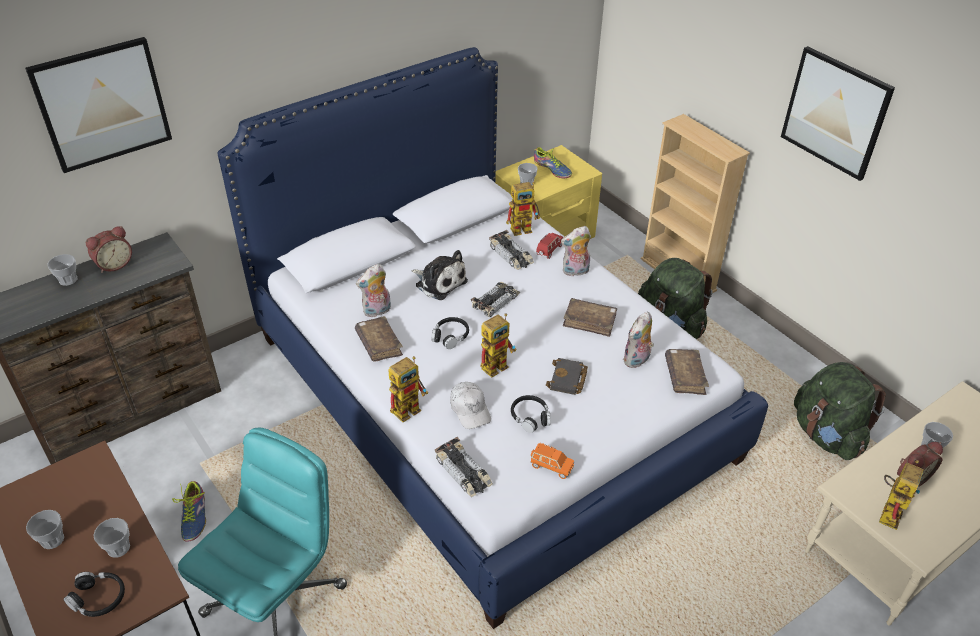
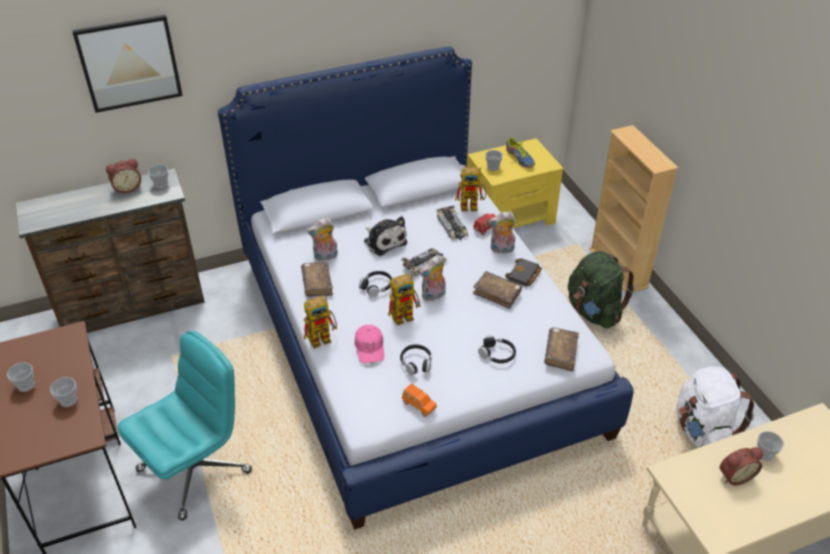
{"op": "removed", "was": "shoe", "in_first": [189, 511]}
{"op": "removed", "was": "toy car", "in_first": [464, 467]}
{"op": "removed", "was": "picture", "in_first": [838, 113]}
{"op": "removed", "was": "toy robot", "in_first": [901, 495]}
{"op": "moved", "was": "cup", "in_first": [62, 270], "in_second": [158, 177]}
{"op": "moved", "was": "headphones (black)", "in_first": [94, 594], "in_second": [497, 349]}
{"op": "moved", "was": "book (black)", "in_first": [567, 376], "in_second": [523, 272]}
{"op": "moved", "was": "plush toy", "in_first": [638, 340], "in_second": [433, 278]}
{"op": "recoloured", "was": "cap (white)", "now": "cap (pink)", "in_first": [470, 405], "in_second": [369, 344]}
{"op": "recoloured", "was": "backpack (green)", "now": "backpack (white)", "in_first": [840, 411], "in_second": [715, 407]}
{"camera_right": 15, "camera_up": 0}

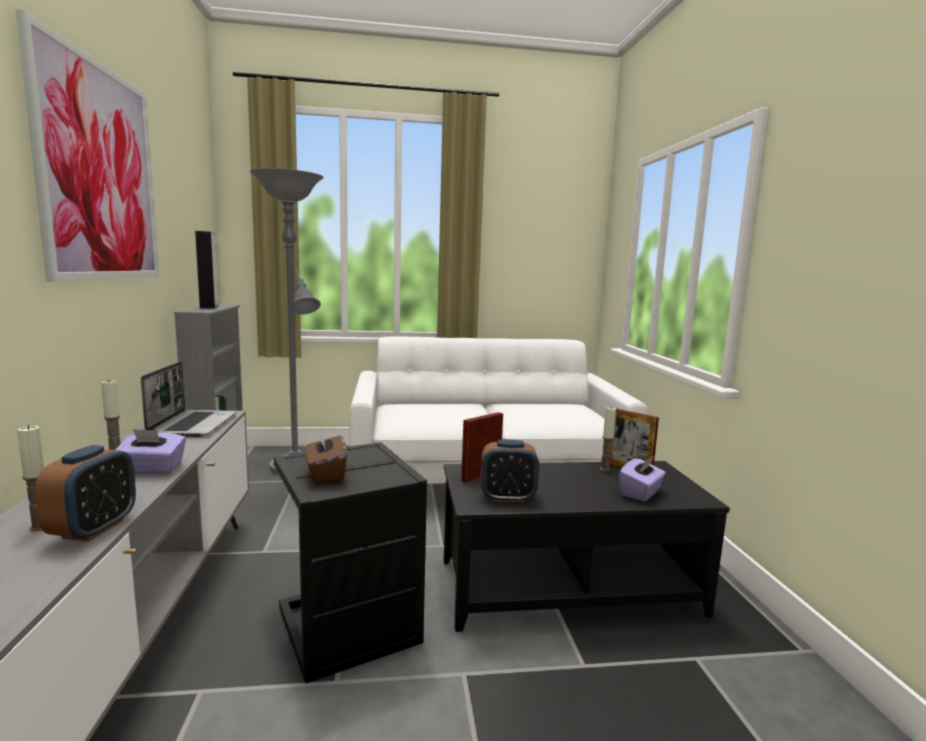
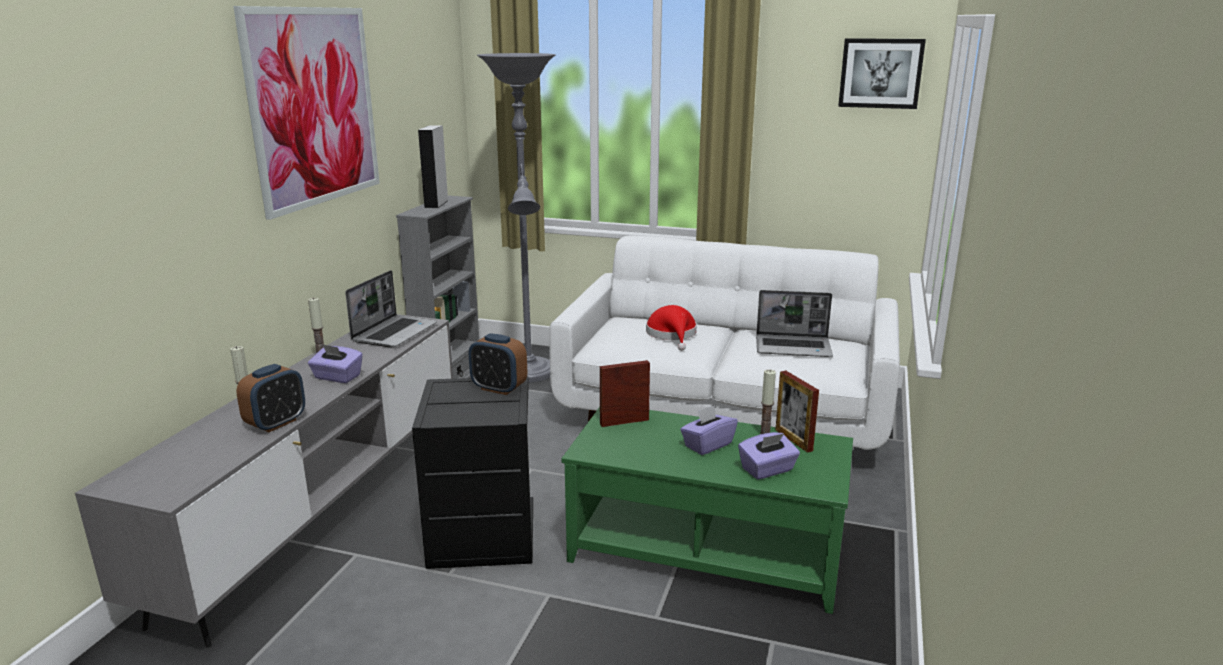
{"op": "removed", "was": "tissue box (brown)", "in_first": [326, 456]}
{"op": "added", "now": "hat (red)", "in_second": [671, 328]}
{"op": "added", "now": "tissue box (purple)", "in_second": [709, 430]}
{"op": "added", "now": "laptop", "in_second": [794, 323]}
{"op": "added", "now": "picture", "in_second": [882, 73]}
{"op": "moved", "was": "alarm clock", "in_first": [510, 471], "in_second": [498, 364]}
{"op": "recoloured", "was": "coffee table (black)", "now": "coffee table (green)", "in_first": [587, 546], "in_second": [707, 510]}
{"camera_right": 25, "camera_up": 10}

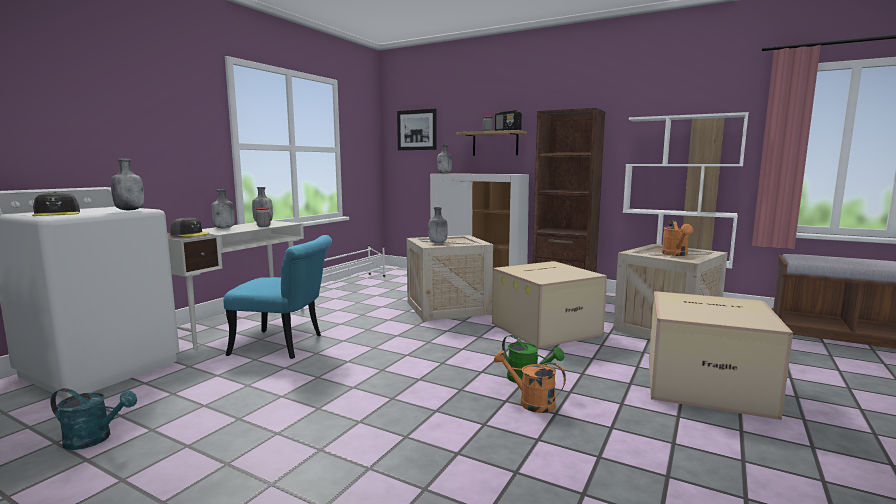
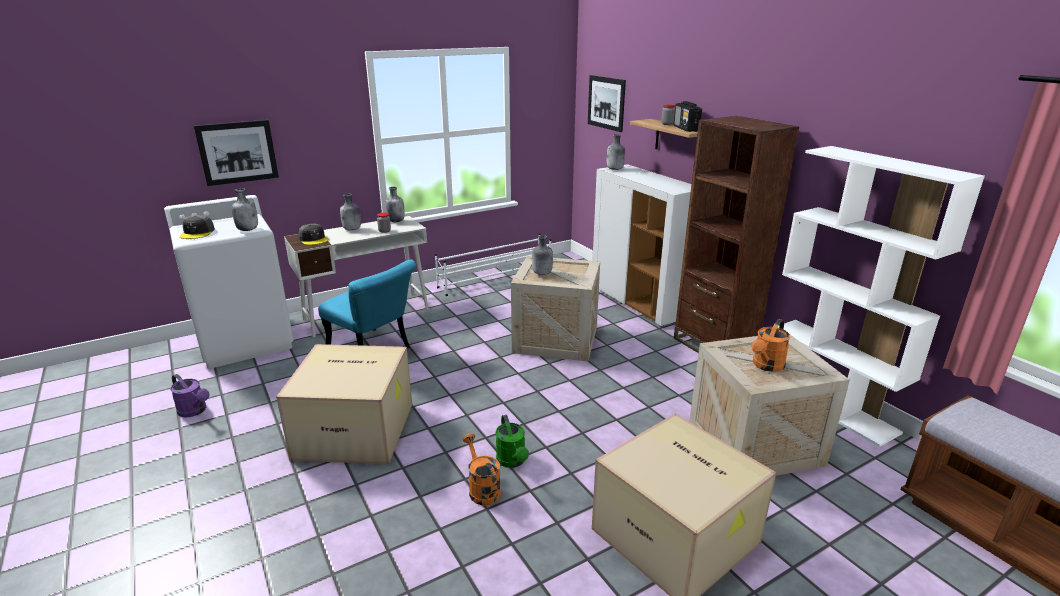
{"op": "added", "now": "picture", "in_second": [236, 153]}
{"op": "moved", "was": "cardboard box", "in_first": [549, 305], "in_second": [344, 404]}
{"op": "recoloured", "was": "watering can (turquoise)", "now": "watering can (purple)", "in_first": [94, 419], "in_second": [189, 395]}
{"camera_right": 30, "camera_up": 15}

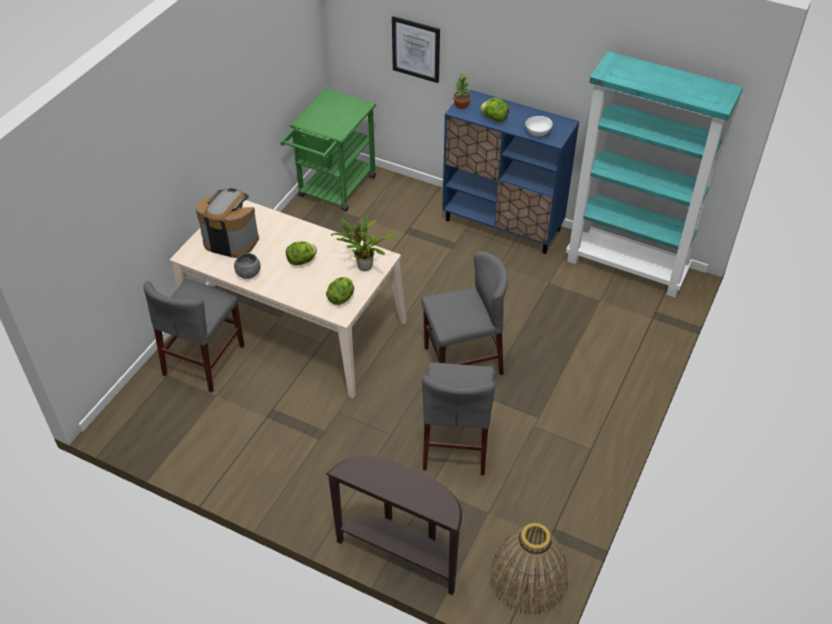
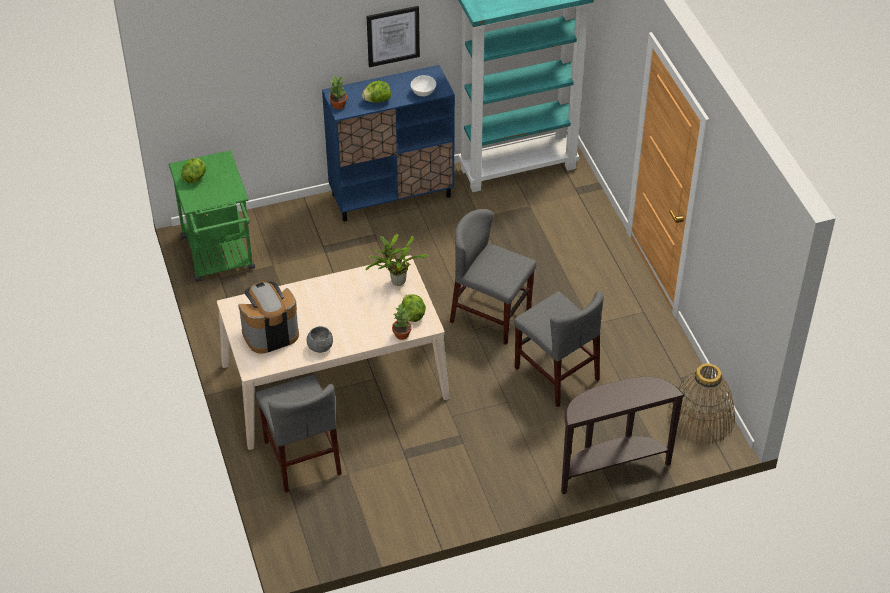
{"op": "added", "now": "potted plant", "in_second": [402, 322]}
{"op": "moved", "was": "lettuce", "in_first": [301, 253], "in_second": [193, 170]}
{"op": "moved", "was": "picture", "in_first": [416, 49], "in_second": [393, 36]}
{"op": "turned", "was": "chair (grey)", "in_first": [464, 313], "in_second": [493, 277], "clockwise": -90}
{"camera_right": -45, "camera_up": 0}

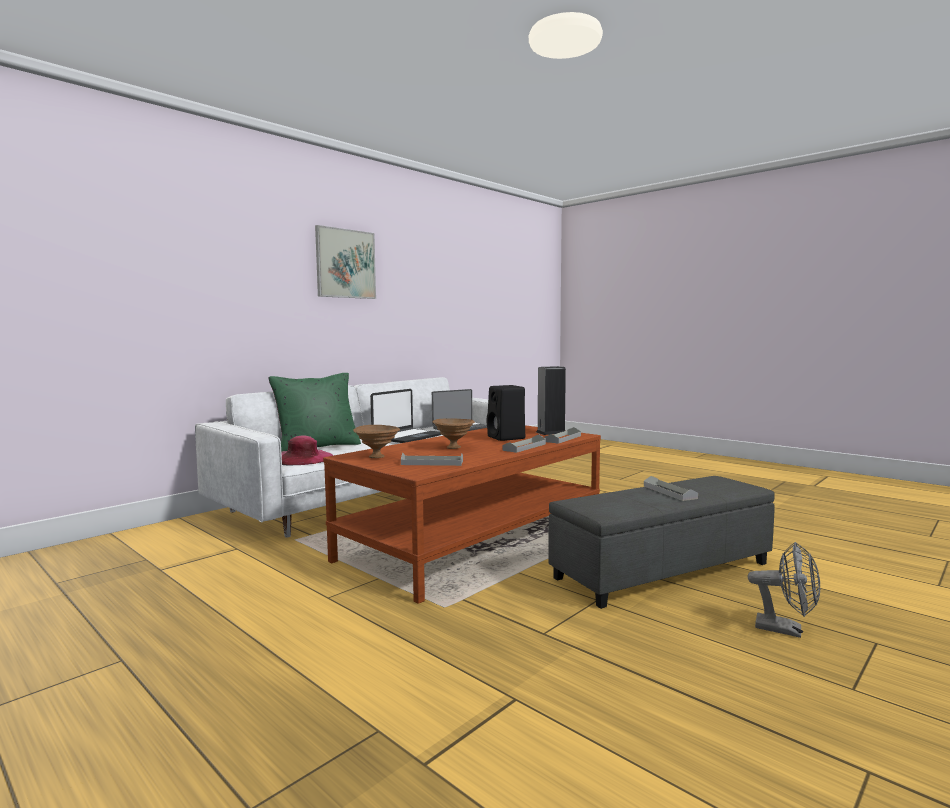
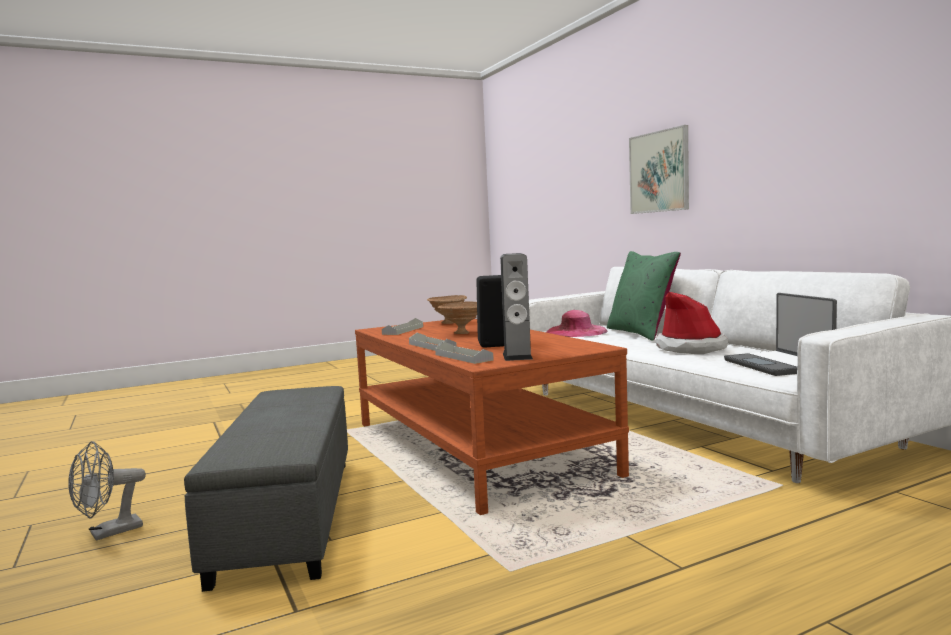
{"op": "removed", "was": "tray (grey)", "in_first": [671, 488]}
{"op": "moved", "was": "picture", "in_first": [345, 262], "in_second": [659, 169]}
{"op": "replaced", "was": "laptop", "now": "hat", "in_first": [405, 416], "in_second": [692, 323]}
{"camera_right": 110, "camera_up": 0}

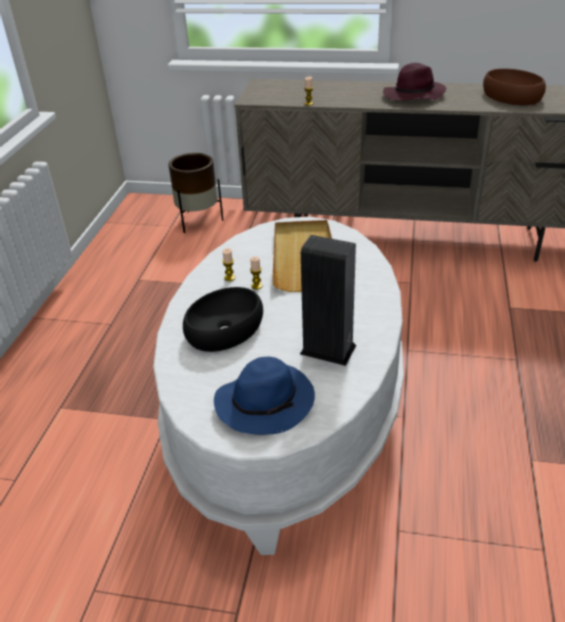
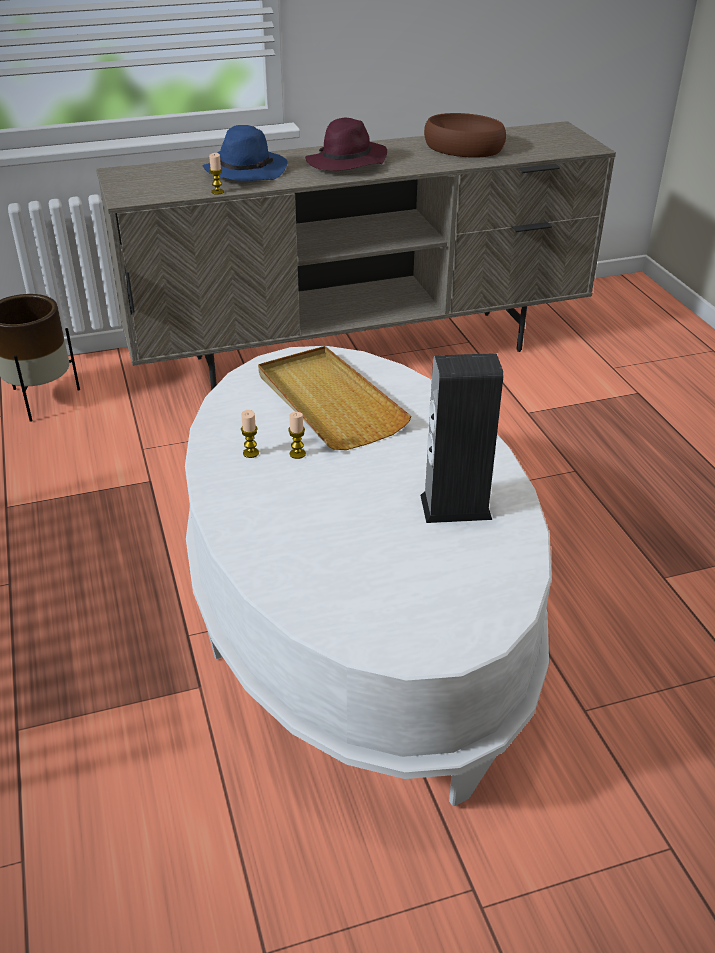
{"op": "removed", "was": "bowl (black)", "in_first": [223, 319]}
{"op": "moved", "was": "hat (blue)", "in_first": [264, 396], "in_second": [245, 153]}
{"camera_right": -30, "camera_up": 0}

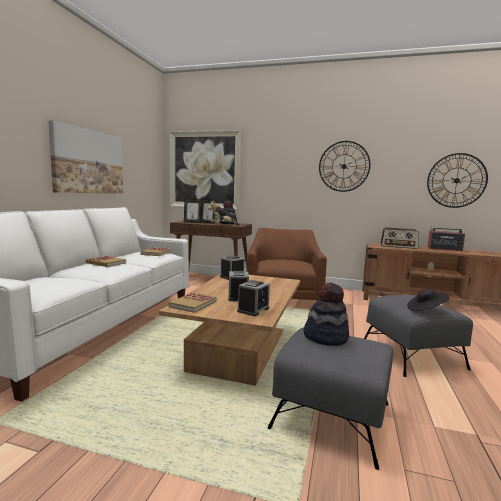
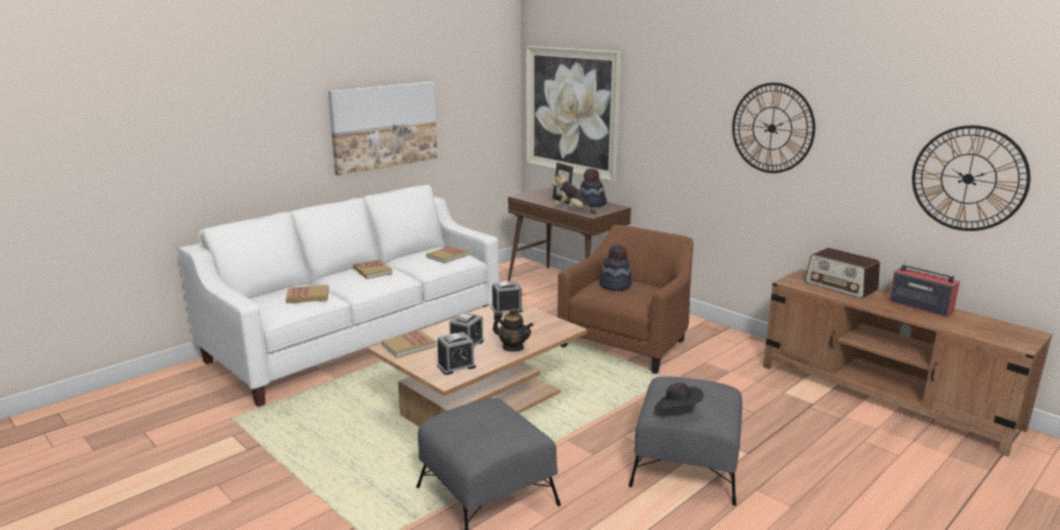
{"op": "removed", "was": "picture frame", "in_first": [193, 211]}
{"op": "added", "now": "book", "in_second": [307, 294]}
{"op": "added", "now": "teapot", "in_second": [513, 330]}
{"op": "moved", "was": "hat", "in_first": [326, 314], "in_second": [615, 267]}
{"camera_right": 30, "camera_up": 10}

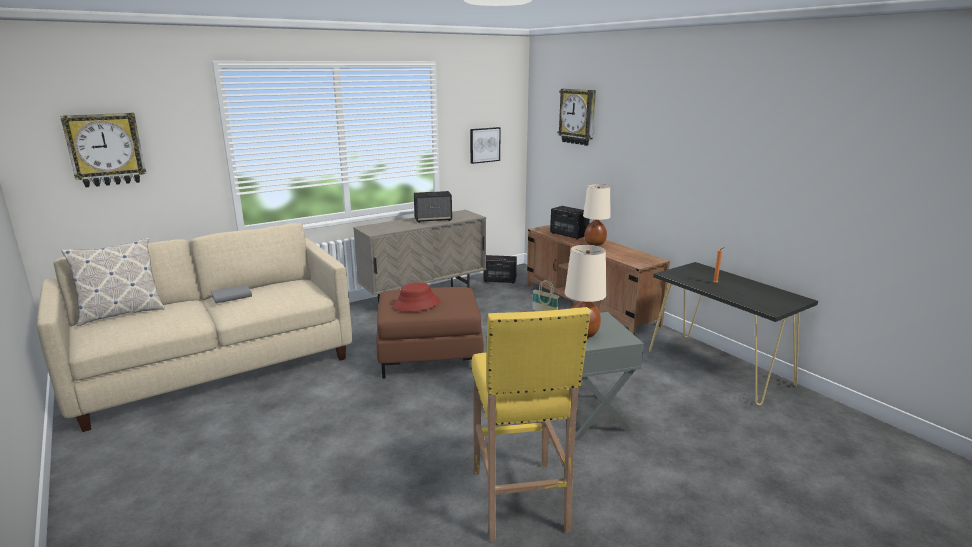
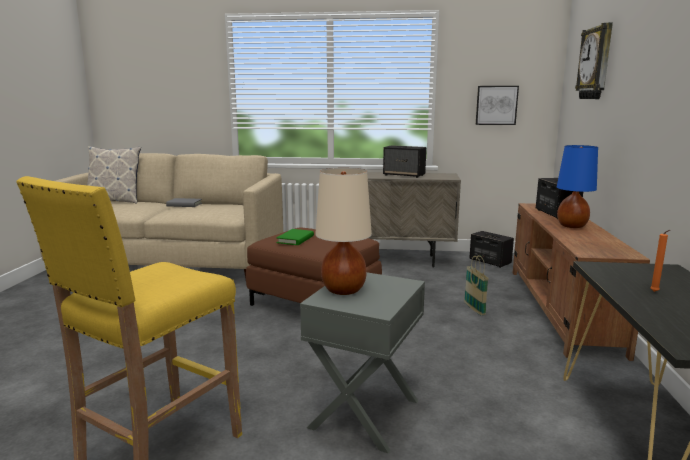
{"op": "removed", "was": "wall clock", "in_first": [103, 150]}
{"op": "replaced", "was": "hat (red)", "now": "book (green)", "in_first": [417, 297], "in_second": [295, 237]}
{"op": "recoloured", "was": "table lamp (beige)", "now": "table lamp (blue)", "in_first": [597, 215], "in_second": [577, 186]}
{"camera_right": 40, "camera_up": -5}

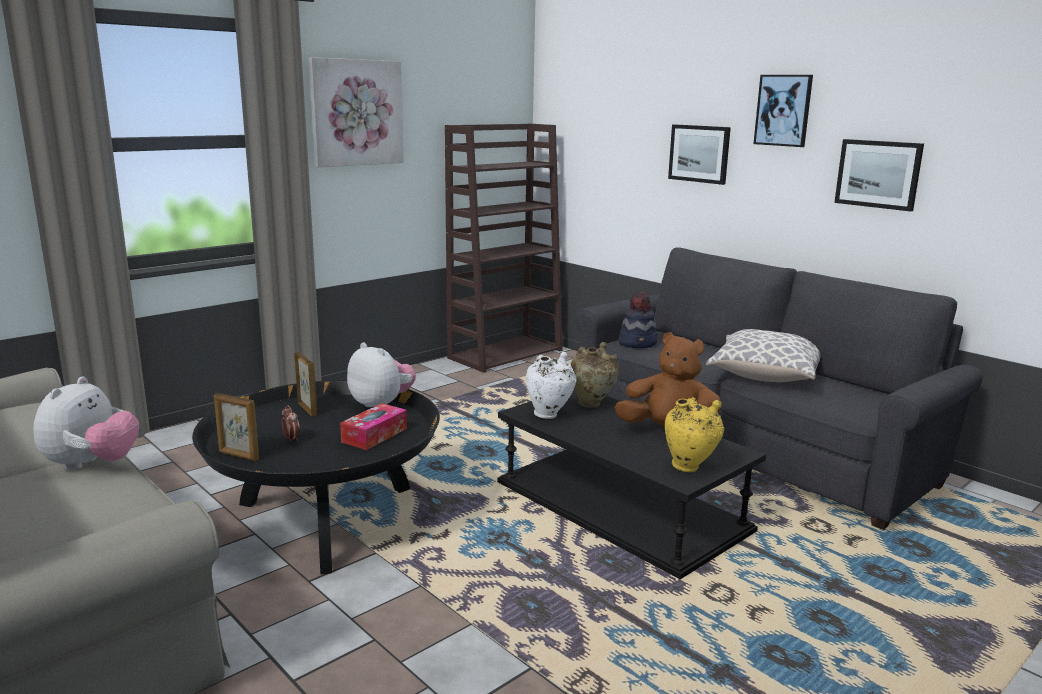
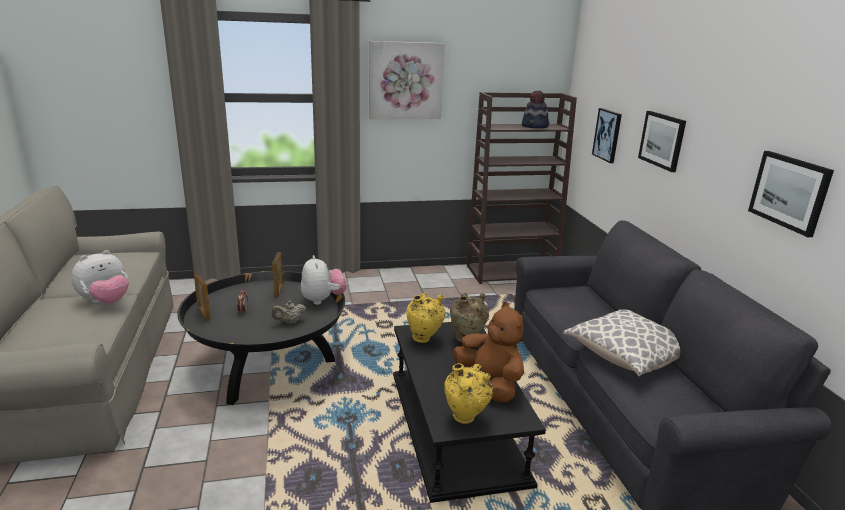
{"op": "moved", "was": "hat", "in_first": [638, 320], "in_second": [535, 109]}
{"op": "moved", "was": "picture", "in_first": [783, 111], "in_second": [607, 135]}
{"op": "replaced", "was": "tissue box", "now": "teapot (beige)", "in_first": [373, 426], "in_second": [289, 312]}
{"op": "recoloured", "was": "vase (white)", "now": "vase (yellow)", "in_first": [551, 385], "in_second": [426, 317]}
{"camera_right": 30, "camera_up": 5}

